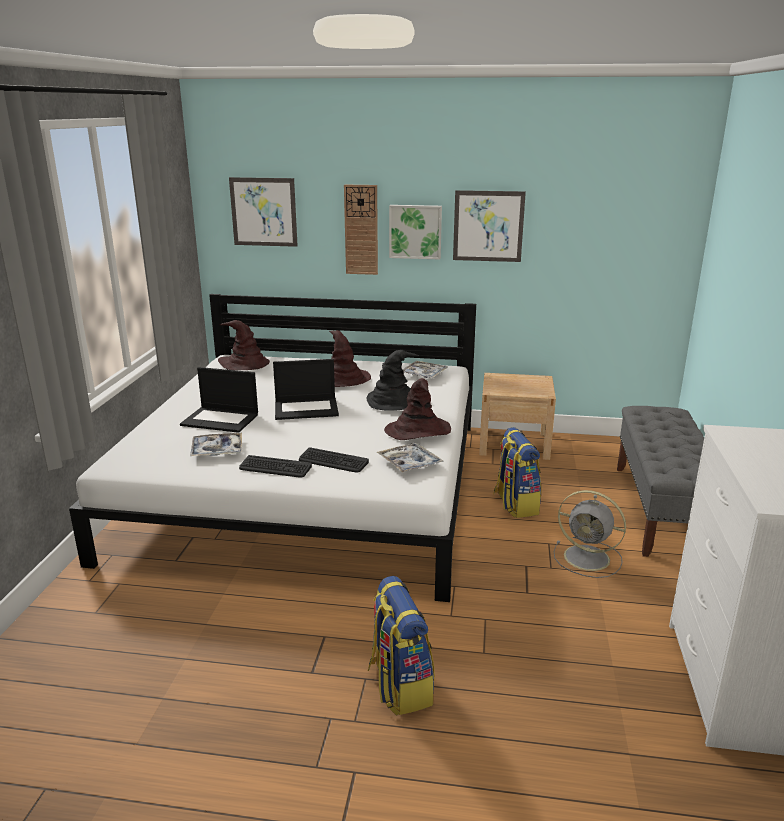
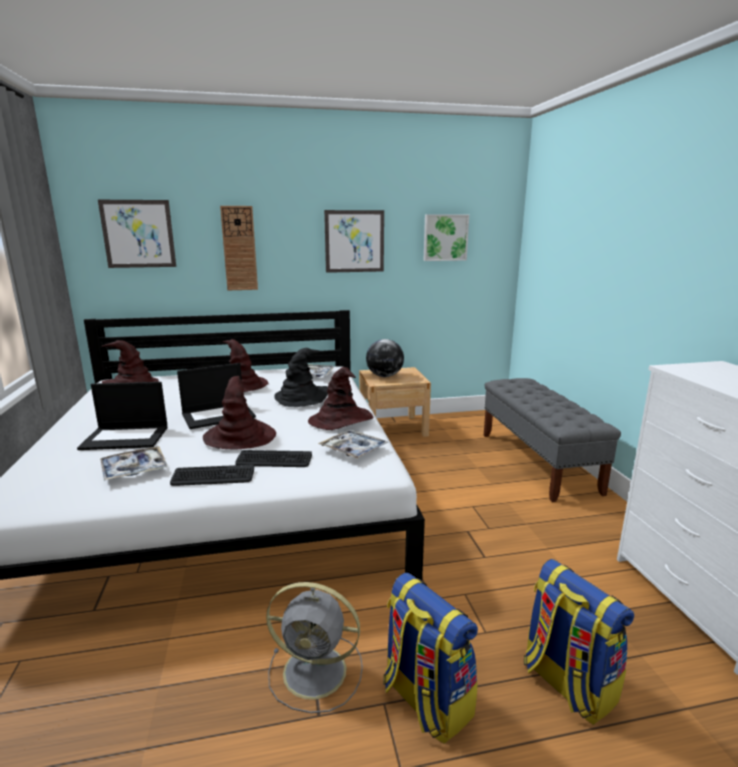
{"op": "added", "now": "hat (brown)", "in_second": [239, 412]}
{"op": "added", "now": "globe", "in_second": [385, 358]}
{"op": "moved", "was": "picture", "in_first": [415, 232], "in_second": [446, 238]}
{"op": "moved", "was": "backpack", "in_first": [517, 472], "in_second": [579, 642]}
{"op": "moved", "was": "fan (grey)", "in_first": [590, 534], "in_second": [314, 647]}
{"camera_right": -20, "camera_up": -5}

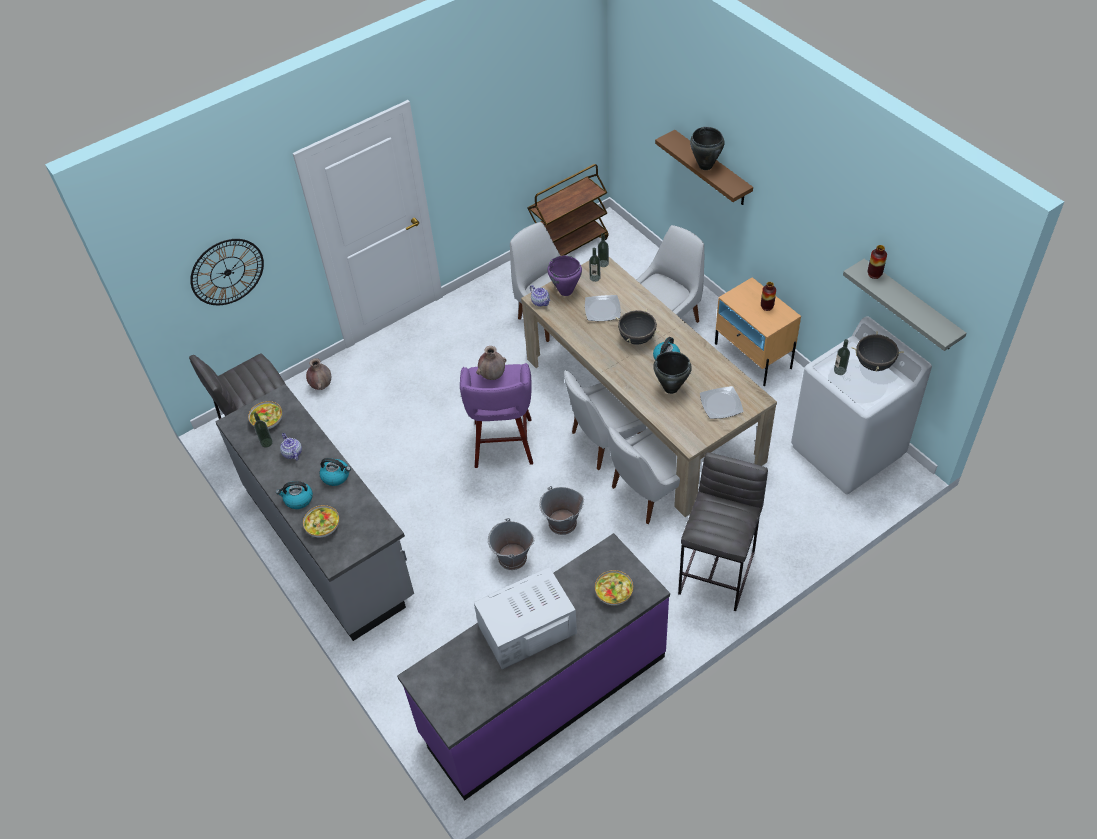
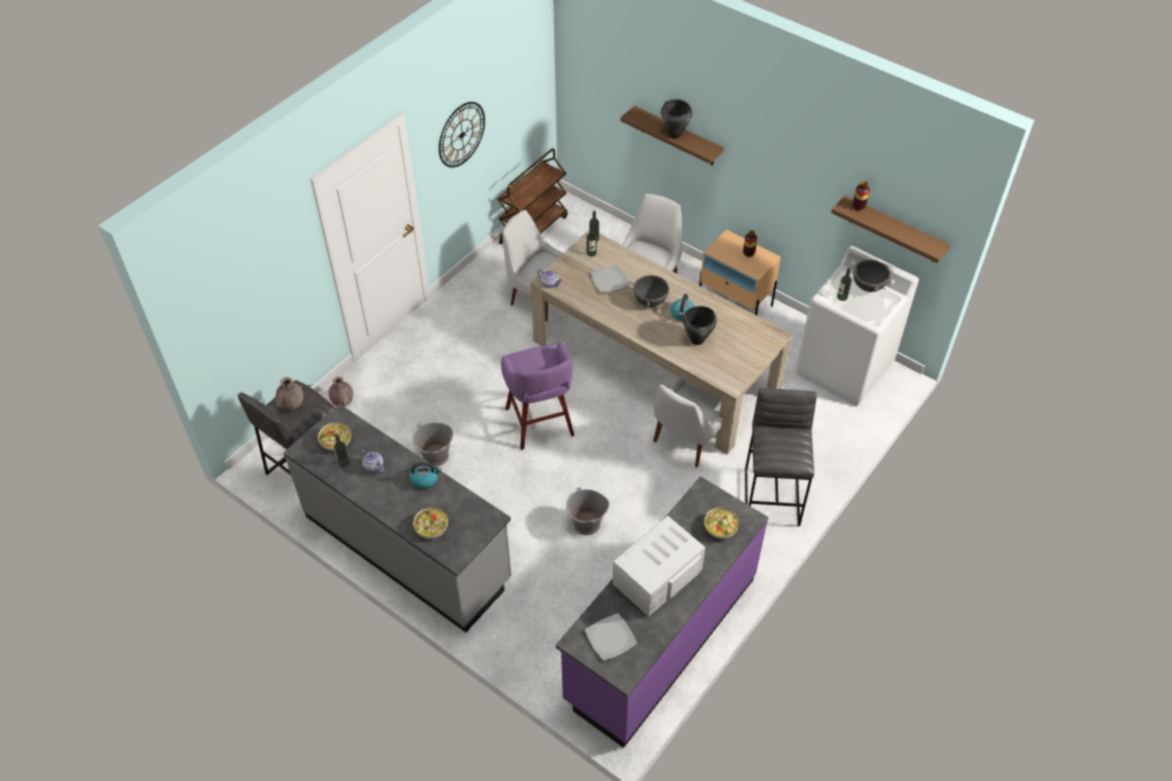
{"op": "removed", "was": "kettle", "in_first": [294, 495]}
{"op": "removed", "was": "cooking pot (purple)", "in_first": [565, 276]}
{"op": "removed", "was": "chair (white)", "in_first": [605, 420]}
{"op": "moved", "was": "wall clock", "in_first": [227, 272], "in_second": [462, 135]}
{"op": "moved", "was": "vase (brown)", "in_first": [491, 363], "in_second": [290, 393]}
{"op": "moved", "was": "bucket (grey)", "in_first": [561, 510], "in_second": [432, 444]}
{"op": "moved", "was": "plate", "in_first": [722, 402], "in_second": [611, 637]}
{"op": "recoloured", "was": "shelf (grey)", "now": "shelf (brown)", "in_first": [904, 305], "in_second": [891, 229]}
{"camera_right": -20, "camera_up": 0}

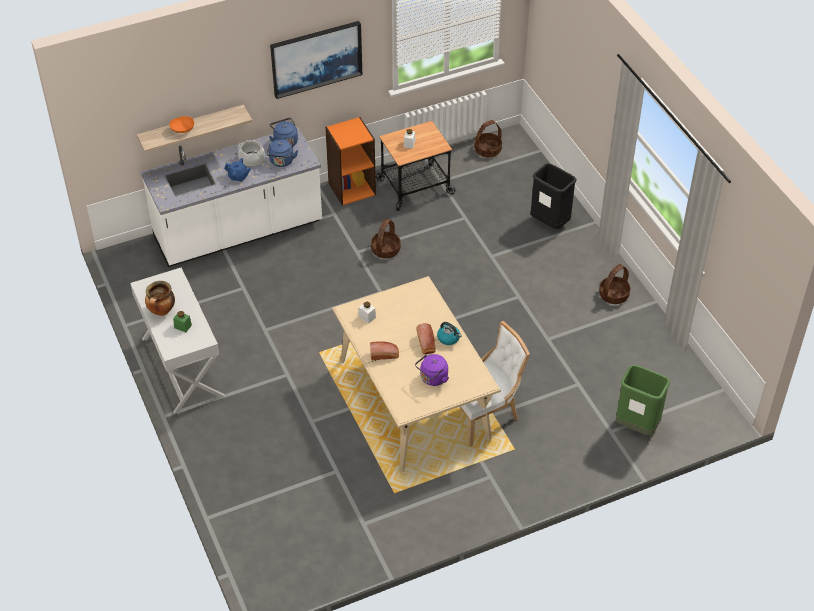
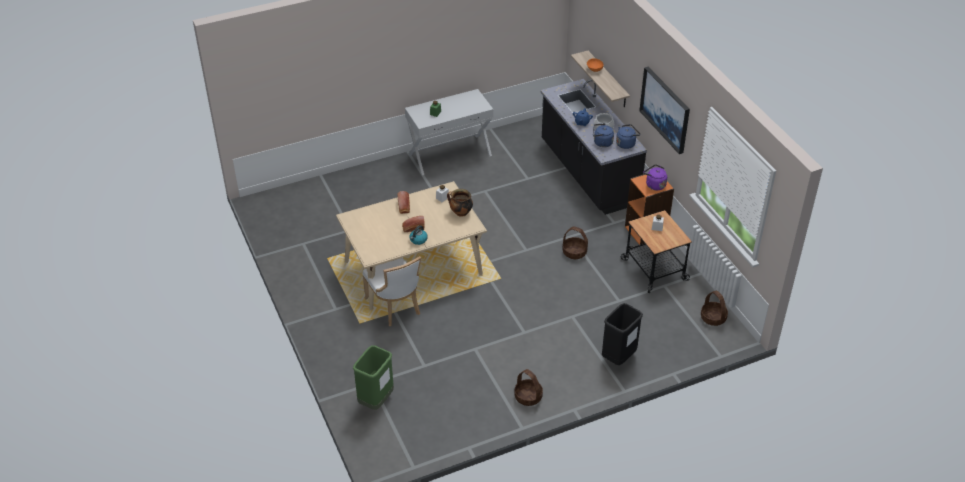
{"op": "moved", "was": "cooking pot", "in_first": [160, 298], "in_second": [460, 203]}
{"op": "moved", "was": "kettle (purple)", "in_first": [432, 370], "in_second": [655, 177]}
{"op": "recoloured", "was": "counter (white)", "now": "counter (black)", "in_first": [231, 197], "in_second": [594, 147]}
{"camera_right": 90, "camera_up": -5}

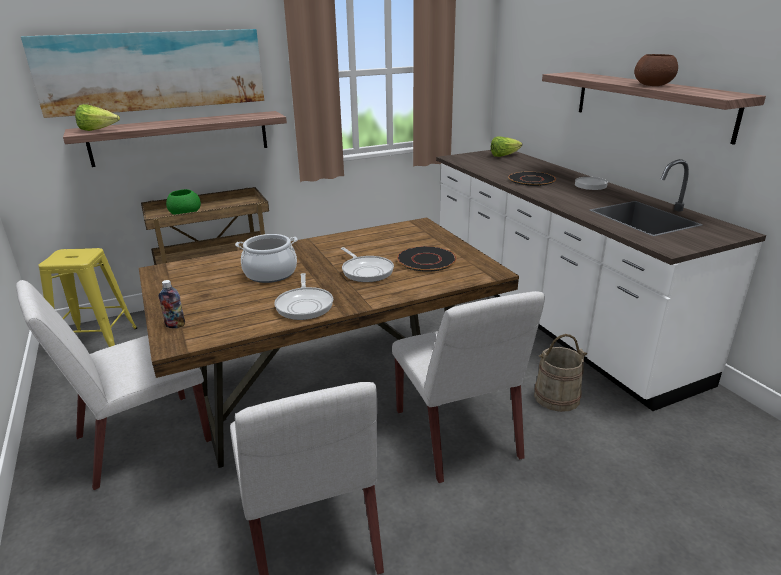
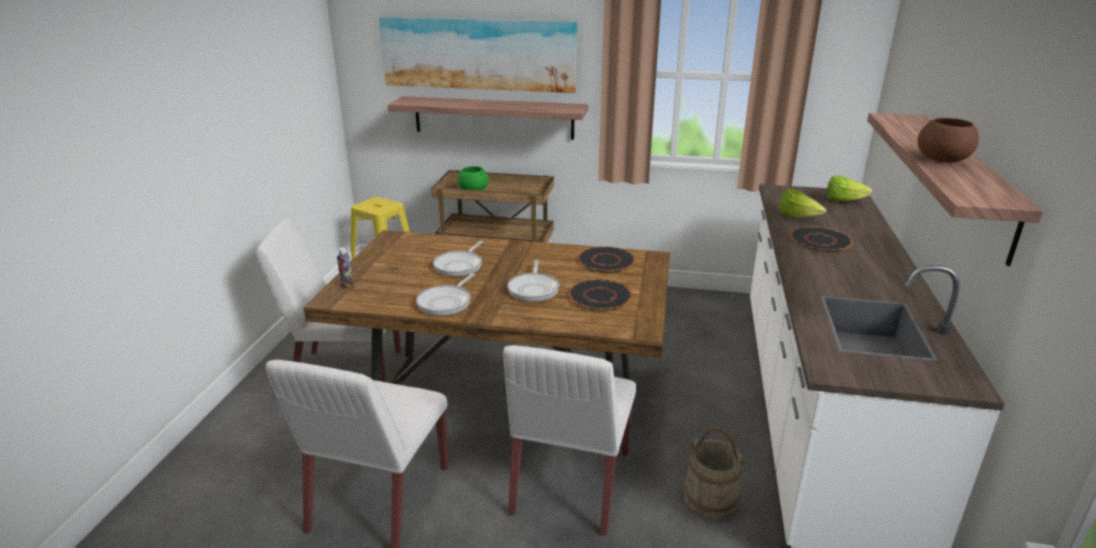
{"op": "removed", "was": "plate (white)", "in_first": [591, 183]}
{"op": "added", "now": "plate (black)", "in_second": [606, 259]}
{"op": "moved", "was": "lettuce", "in_first": [97, 117], "in_second": [802, 203]}
{"op": "replaced", "was": "cooking pot", "now": "frying pan", "in_first": [266, 258], "in_second": [458, 259]}
{"camera_right": 35, "camera_up": 0}

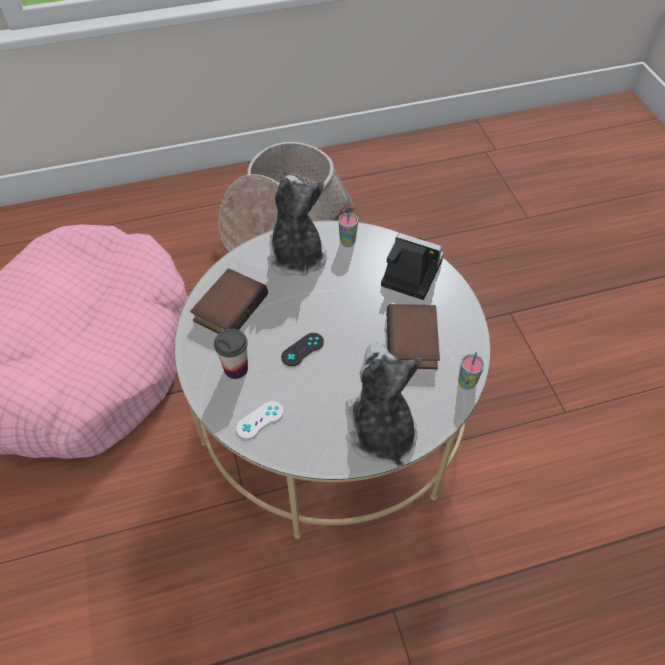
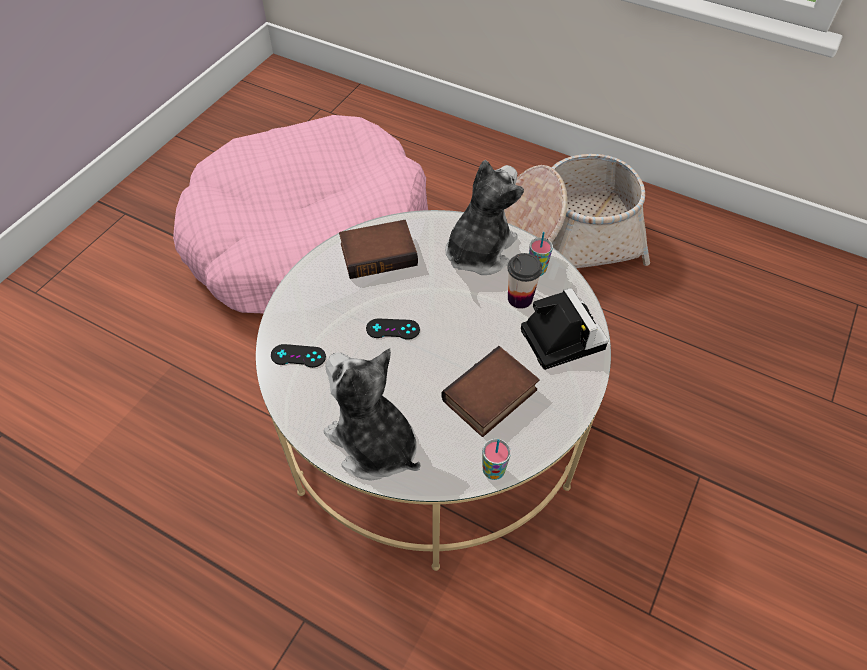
{"op": "moved", "was": "cup", "in_first": [231, 354], "in_second": [524, 281]}
{"op": "recoloured", "was": "game controller (white)", "now": "game controller (black)", "in_first": [259, 420], "in_second": [298, 356]}
{"op": "turned", "was": "plush toy", "in_first": [384, 405], "in_second": [372, 414], "clockwise": -75}
{"camera_right": 45, "camera_up": 0}

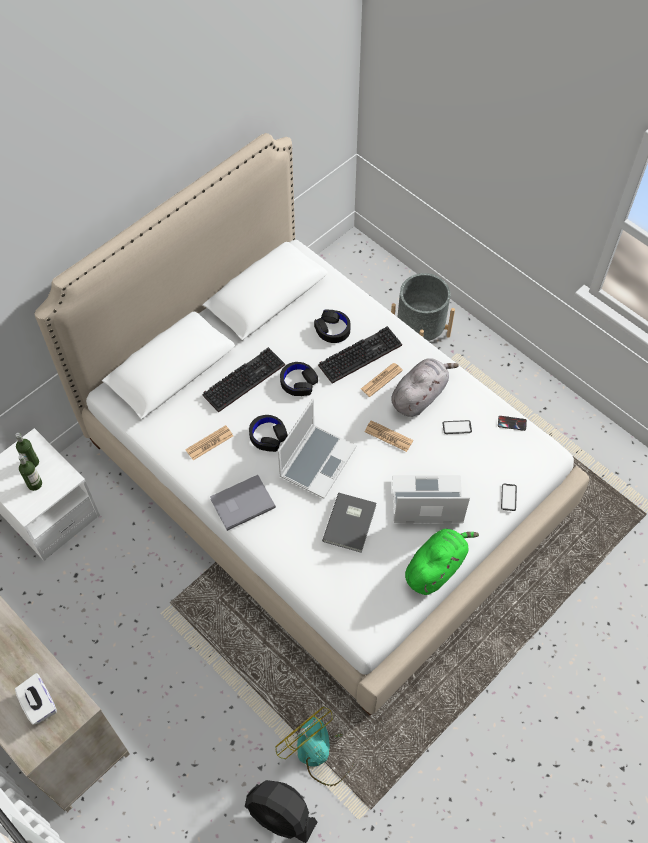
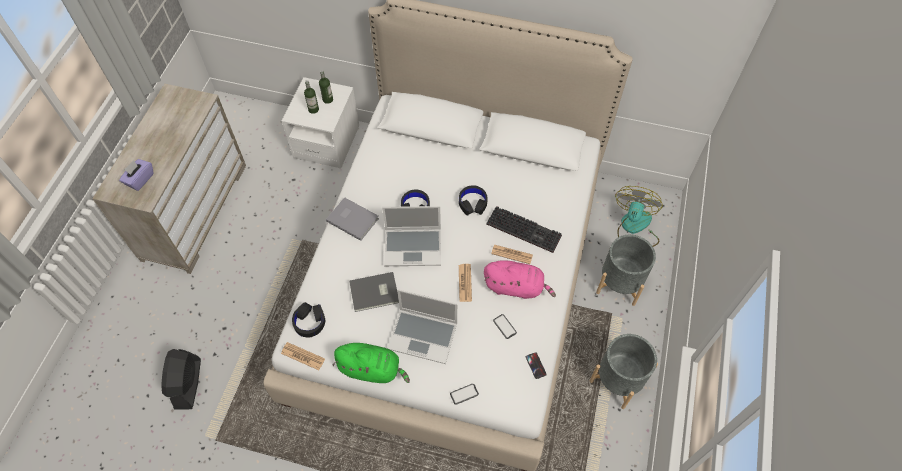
{"op": "removed", "was": "keyboard", "in_first": [243, 379]}
{"op": "added", "now": "planter (grey)", "in_second": [623, 371]}
{"op": "moved", "was": "newspaper", "in_first": [209, 442], "in_second": [303, 356]}
{"op": "moved", "was": "fan", "in_first": [313, 746], "in_second": [639, 216]}
{"op": "moved", "was": "headphones (black)", "in_first": [332, 326], "in_second": [308, 320]}
{"op": "recoloured", "was": "tissue box (white)", "now": "tissue box (purple)", "in_first": [36, 699], "in_second": [136, 175]}
{"op": "recoloured", "was": "plush toy (grey)", "now": "plush toy (pink)", "in_first": [425, 387], "in_second": [520, 279]}
{"op": "turned", "was": "laptop", "in_first": [431, 499], "in_second": [422, 326], "clockwise": 135}
{"camera_right": 60, "camera_up": 0}

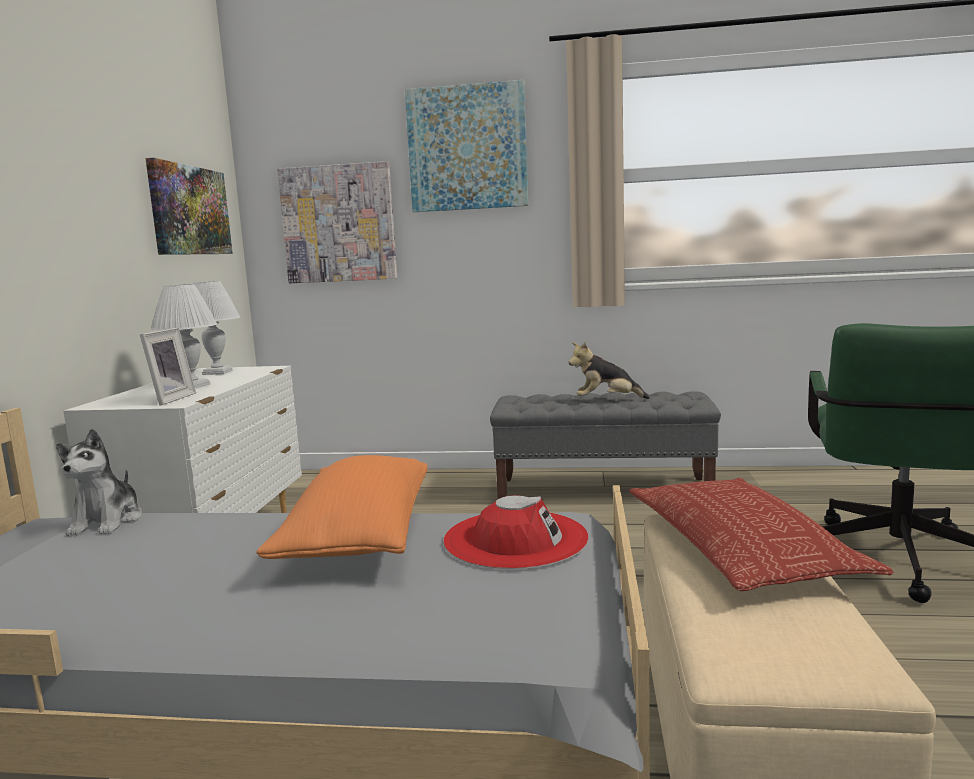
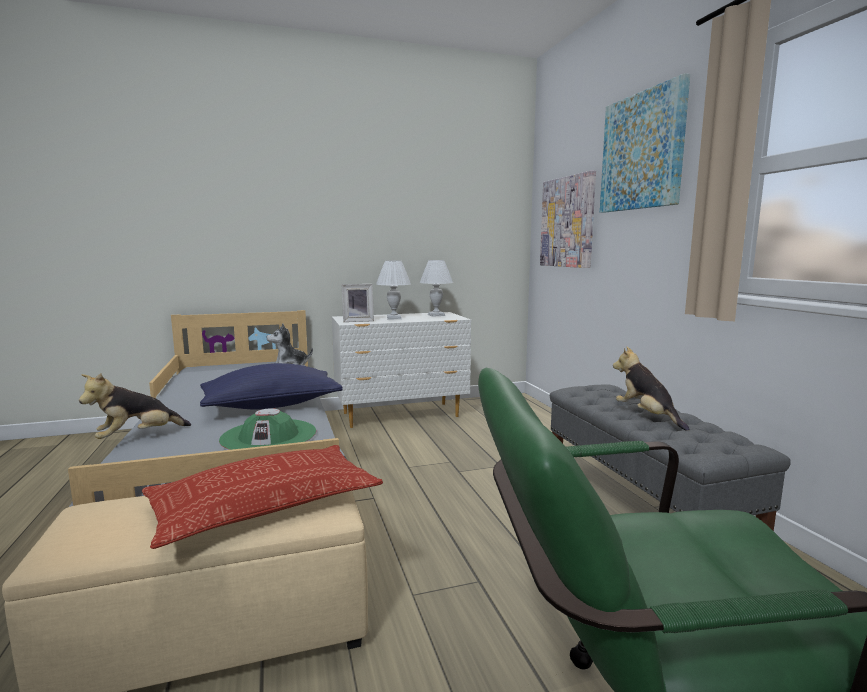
{"op": "removed", "was": "picture", "in_first": [189, 206]}
{"op": "added", "now": "plush toy", "in_second": [135, 406]}
{"op": "recoloured", "was": "pillow (orange)", "now": "pillow (blue)", "in_first": [342, 507], "in_second": [271, 386]}
{"op": "recoloured", "was": "hat (red)", "now": "hat (green)", "in_first": [516, 532], "in_second": [267, 429]}
{"camera_right": 65, "camera_up": 0}

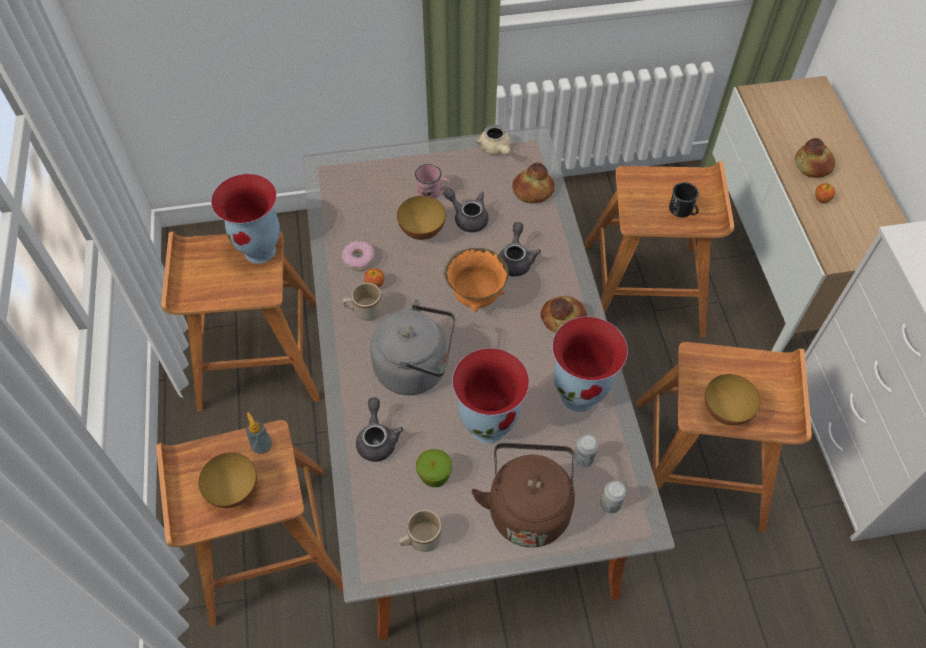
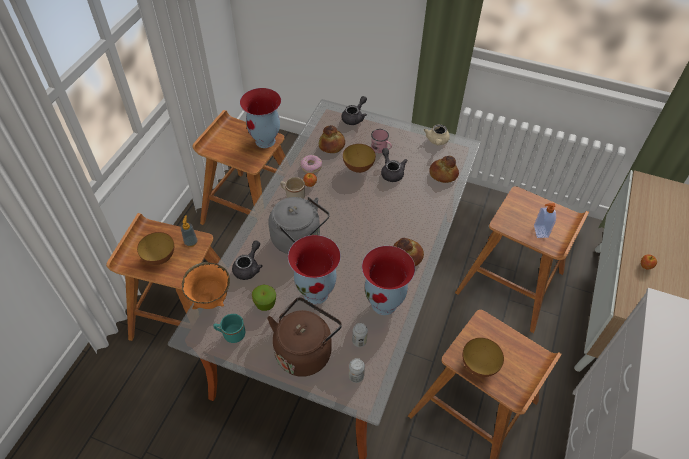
{"op": "moved", "was": "bowl (orange)", "in_first": [476, 280], "in_second": [206, 285]}
{"op": "moved", "was": "teapot (grey)", "in_first": [520, 249], "in_second": [354, 110]}
{"op": "moved", "was": "bread", "in_first": [815, 158], "in_second": [332, 139]}
{"op": "replaced", "was": "mug (black)", "now": "soap dispenser", "in_first": [684, 199], "in_second": [545, 220]}
{"op": "recoloured", "was": "mug (beige)", "now": "mug (turquoise)", "in_first": [420, 531], "in_second": [229, 328]}
{"camera_right": 30, "camera_up": -5}

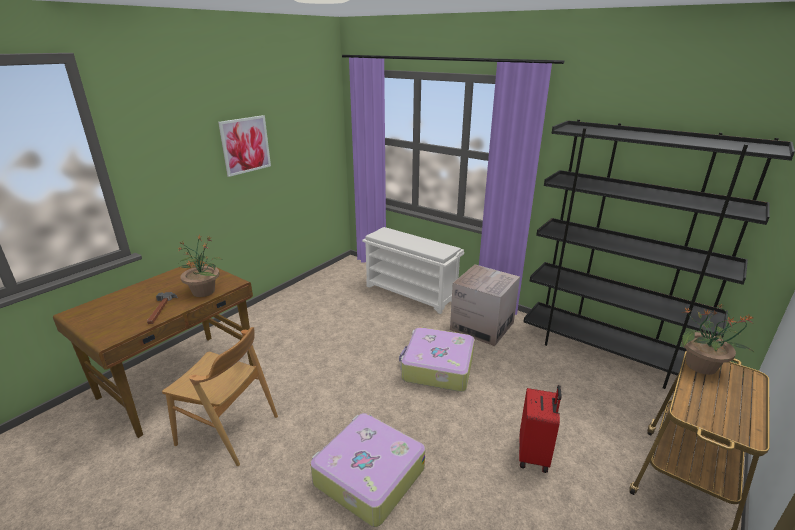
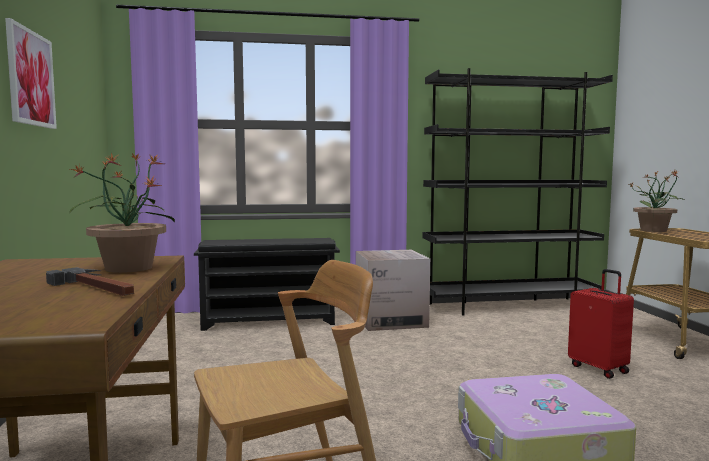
{"op": "removed", "was": "suitcase", "in_first": [437, 360]}
{"op": "recoloured", "was": "shoe rack (white)", "now": "shoe rack (black)", "in_first": [413, 270], "in_second": [267, 284]}
{"camera_right": -45, "camera_up": -20}

